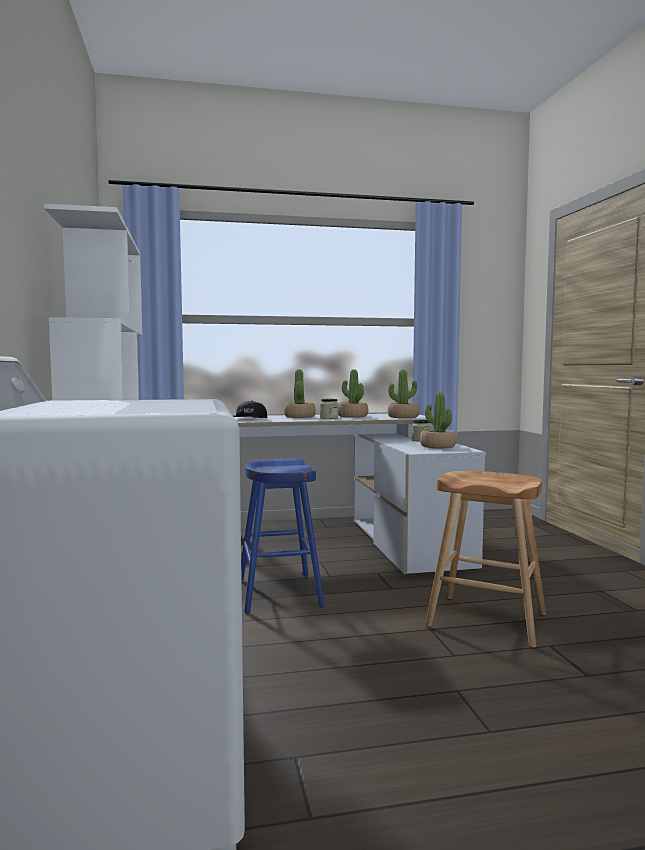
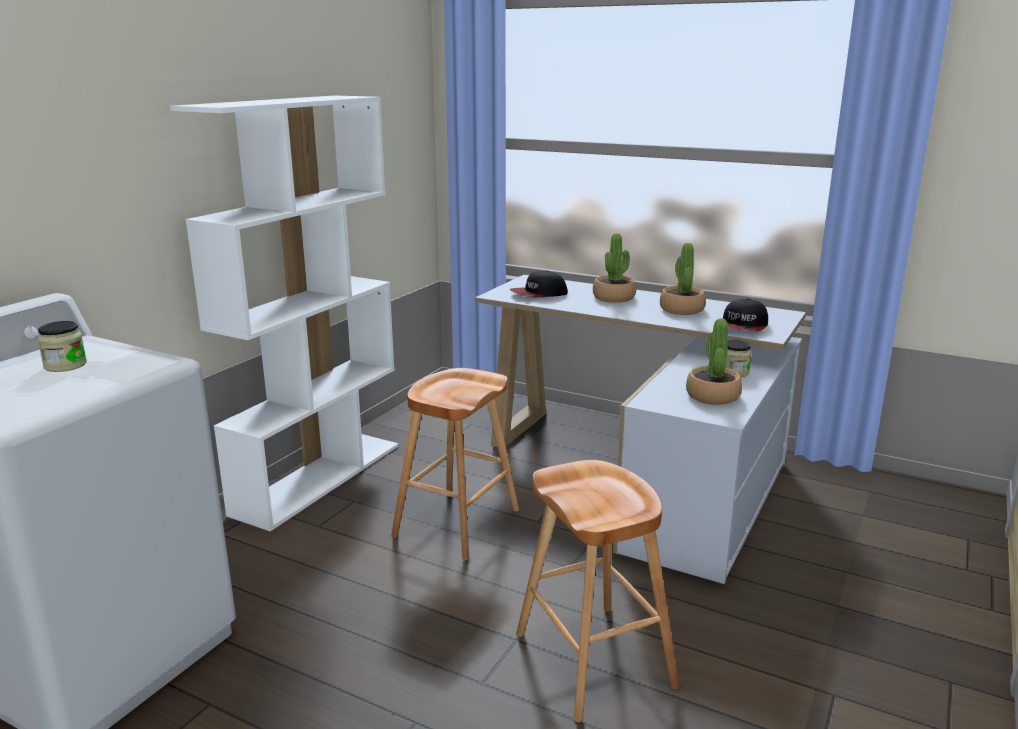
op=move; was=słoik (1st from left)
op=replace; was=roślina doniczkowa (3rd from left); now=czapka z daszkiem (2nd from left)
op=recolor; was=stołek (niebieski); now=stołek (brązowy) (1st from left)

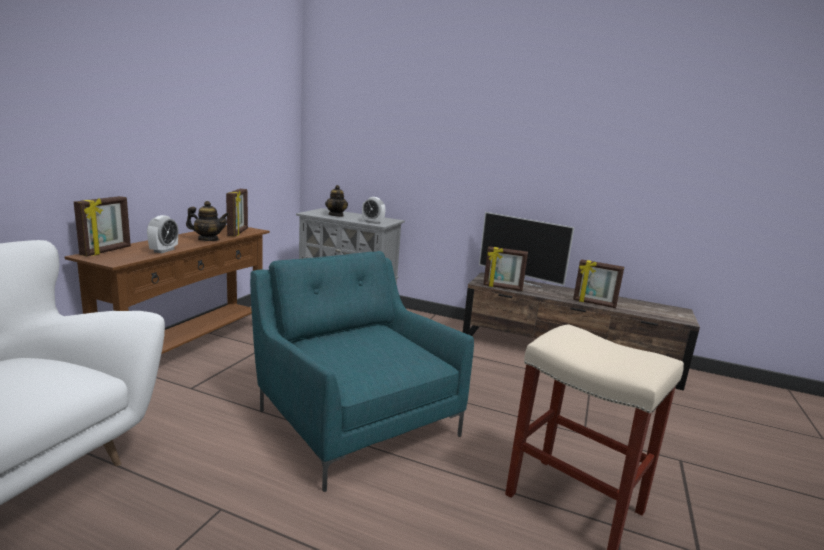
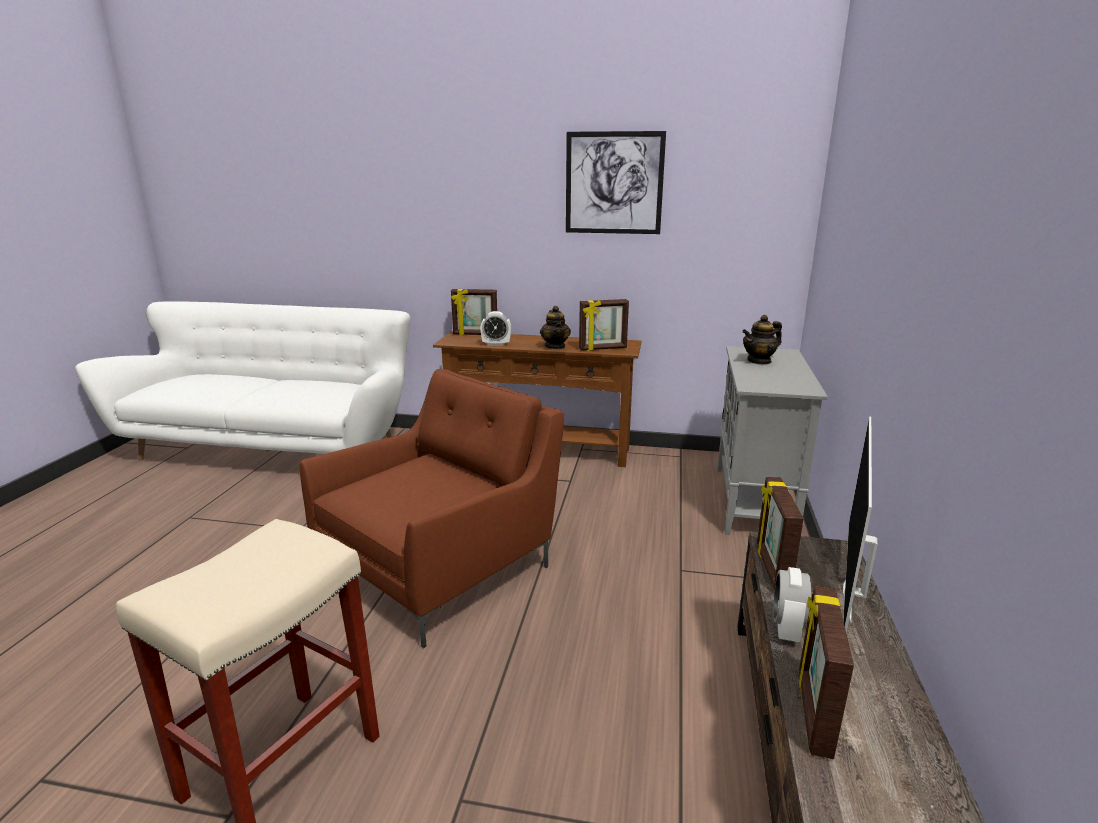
op=insert; now=obraz
op=move; was=budzik (2nd from left)
op=recolor; was=fotel (turkusowy); now=fotel (brązowy)

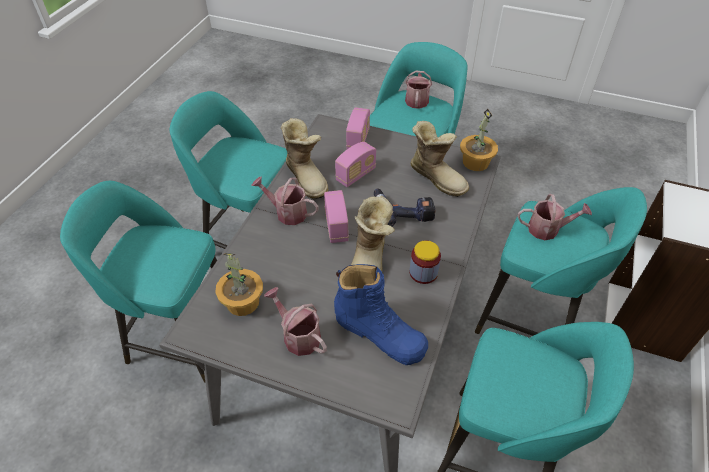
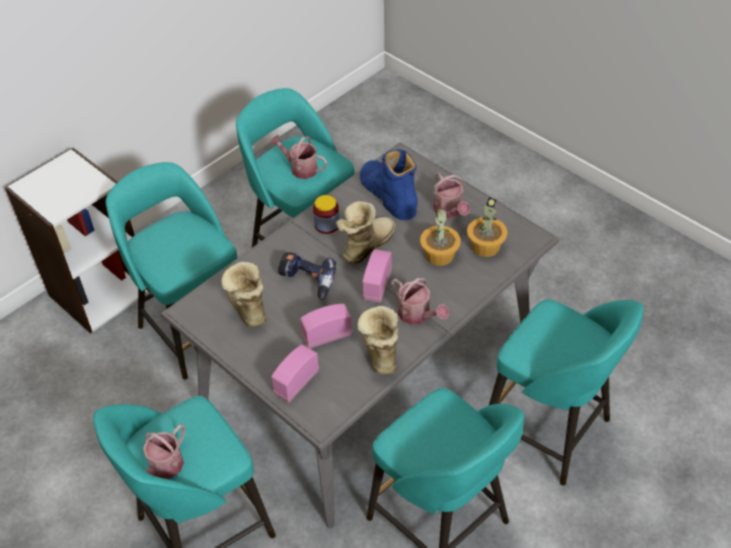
op=move; was=roślina doniczkowa (2nd from left in the first image); now=roślina doniczkowa (1st from left)
op=move; was=konewka (4th from left in the first image); now=konewka (2nd from left)

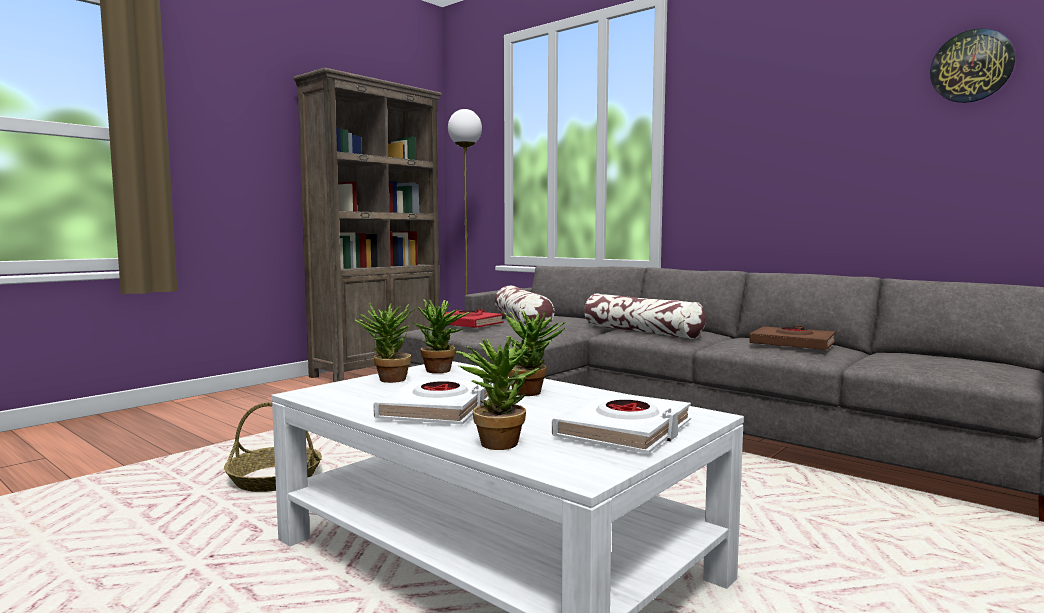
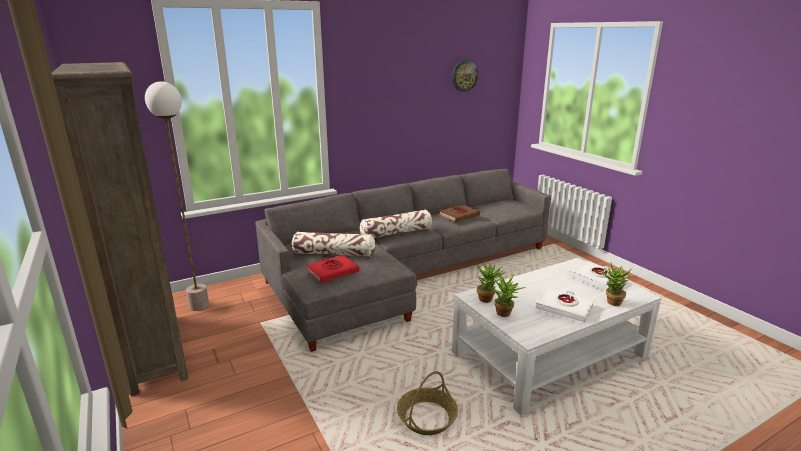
op=delete; was=roślina doniczkowa (4th from left)

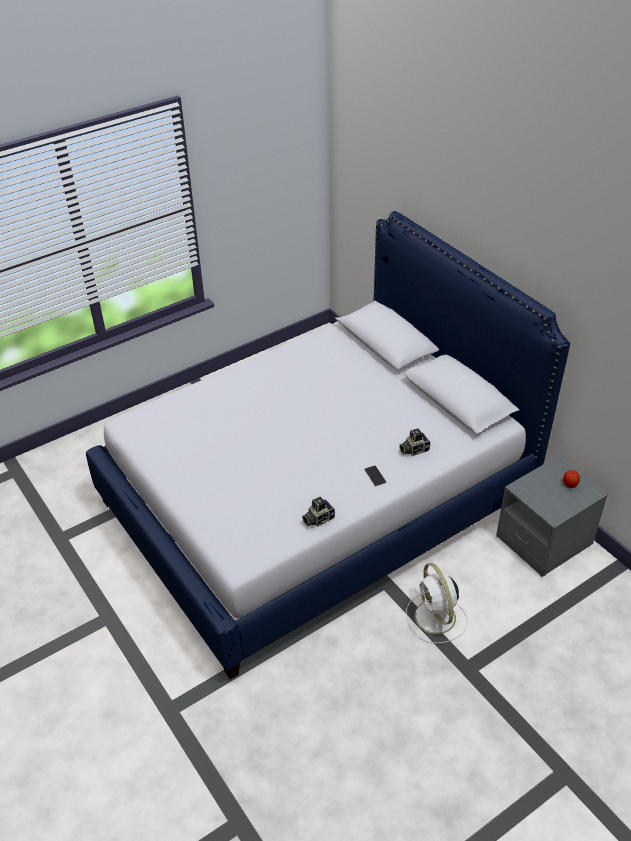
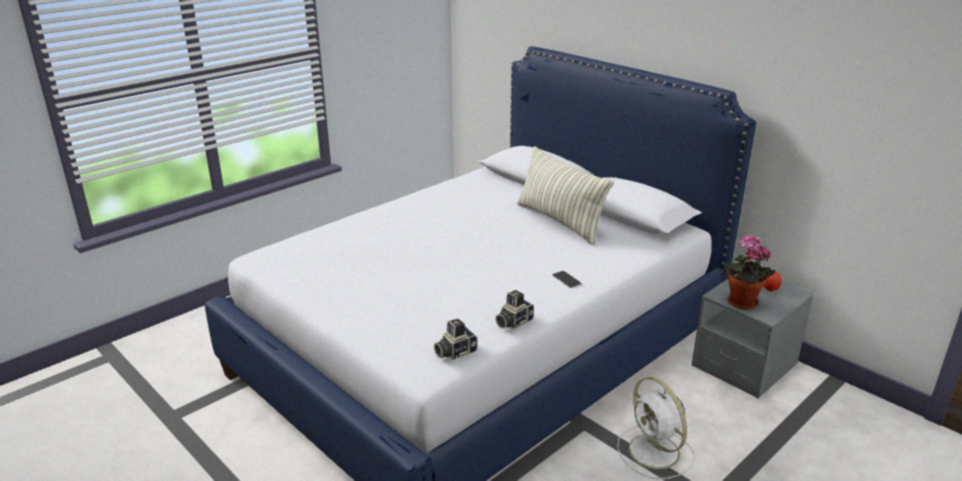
op=insert; now=poduszka
op=insert; now=roślina doniczkowa
op=move; was=aparat fotograficzny (2nd from left in the first image); now=aparat fotograficzny (1st from left)

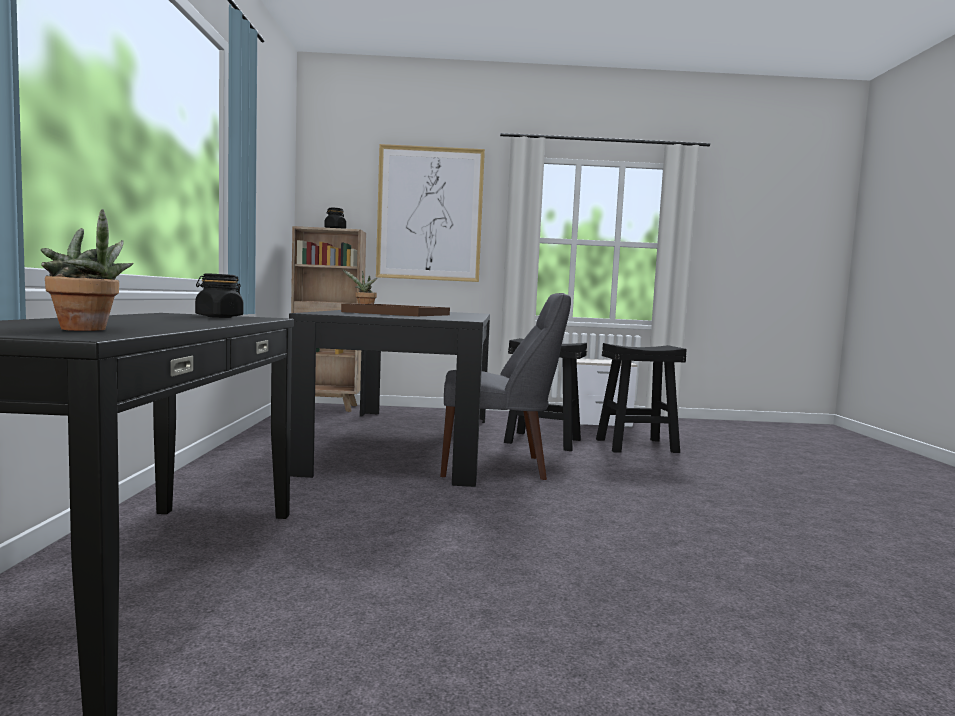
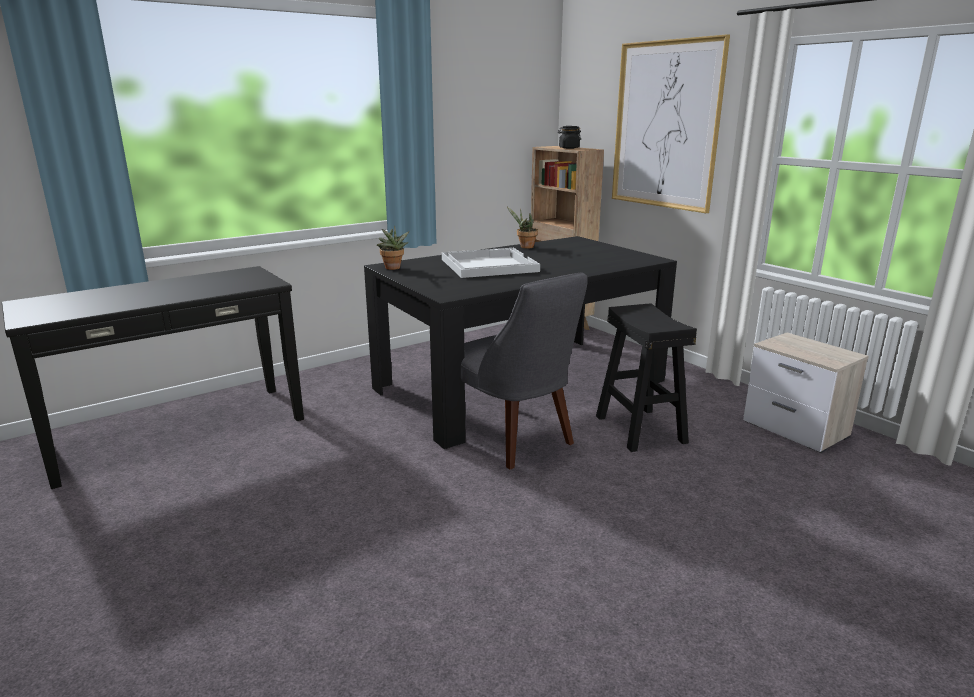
op=delete; was=słoik (czarny) (1st from left)
op=delete; was=stołek (czarny) (2nd from left)
op=move; was=roślina doniczkowa (1st from left)
op=recolor; was=taca (brązowy); now=taca (biały)

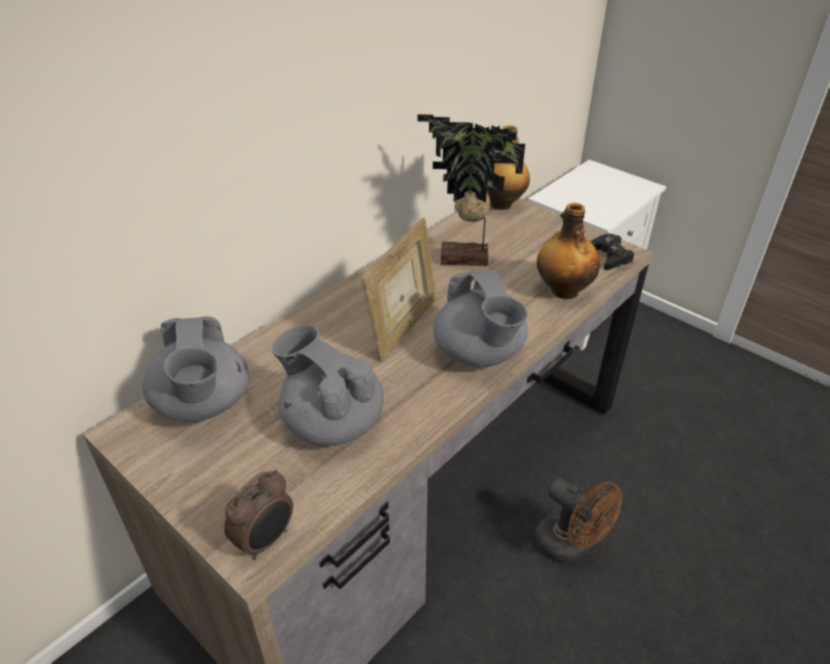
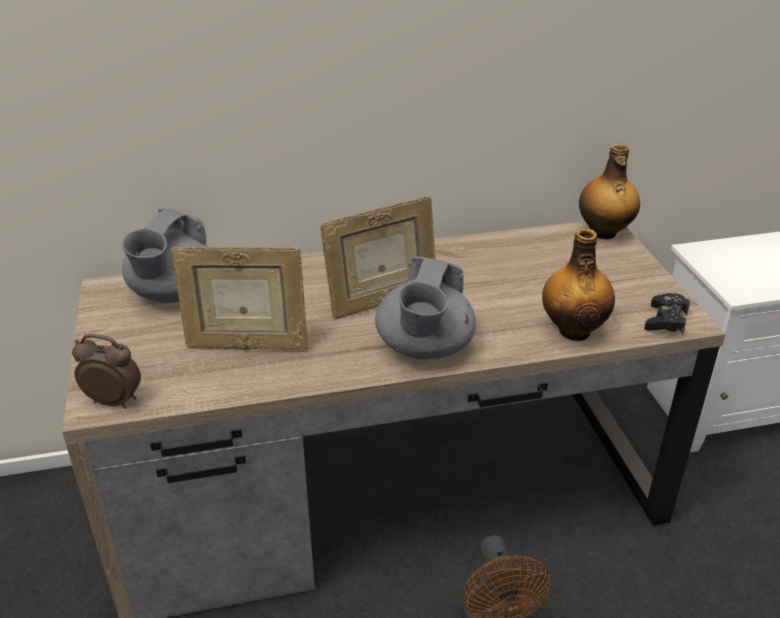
op=delete; was=roślina doniczkowa
op=replace; was=imbryk (szary) (2nd from left); now=ramka na zdjęcie (1st from left)
op=rotate; was=budzik; clockwise=-150

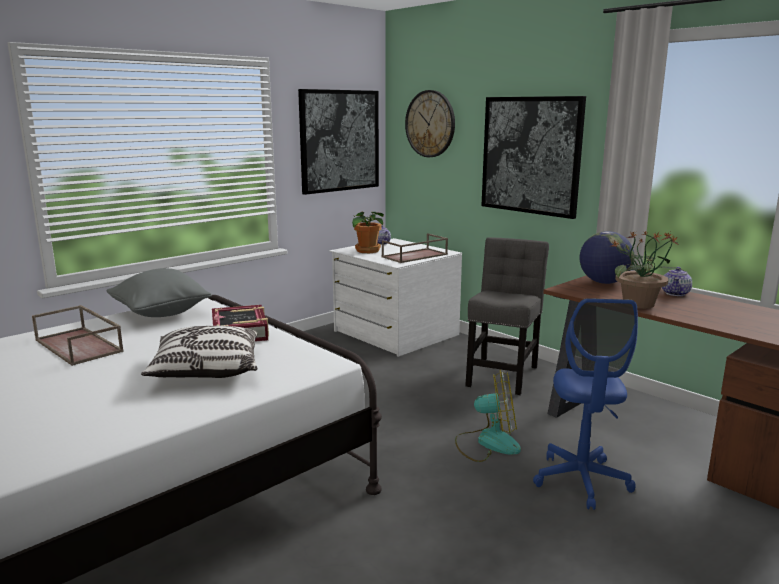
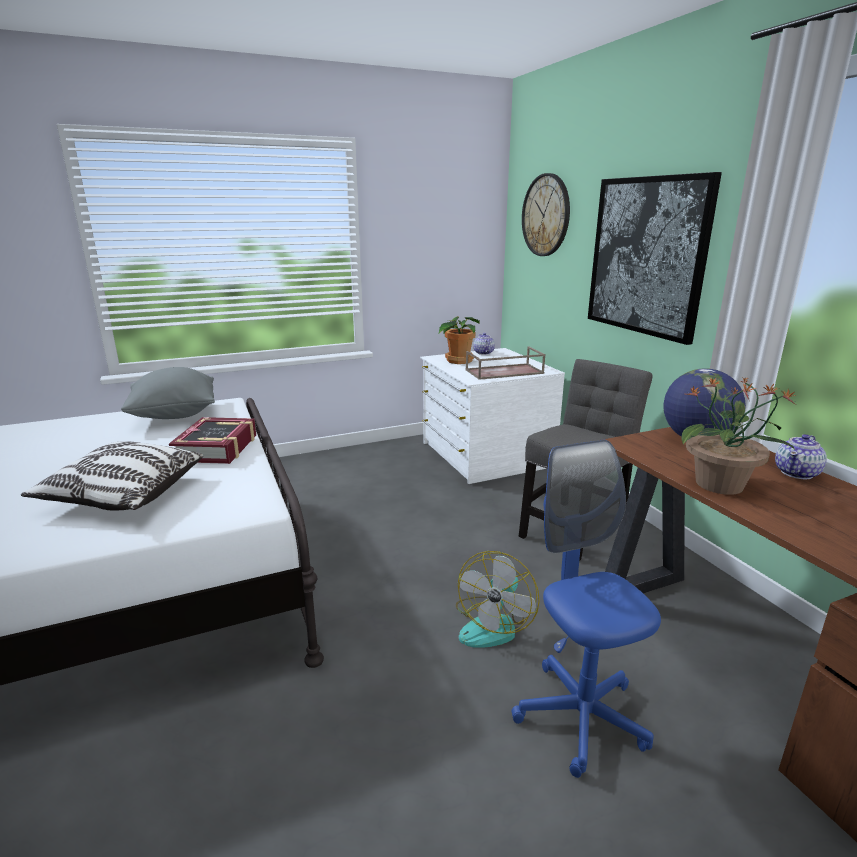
op=delete; was=taca (brązowy) (1st from left)
op=delete; was=obraz (1st from left)
op=rotate; was=wentylator; clockwise=90
op=rotate; was=krzesło biurowe (niebieski); clockwise=135

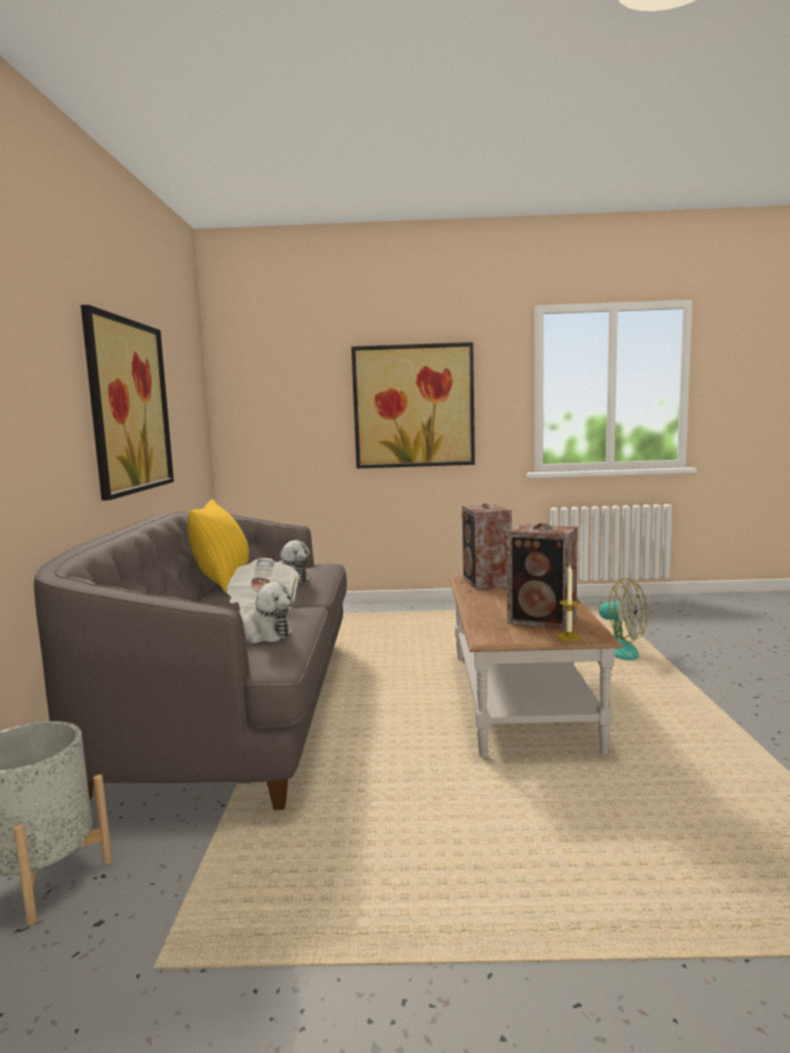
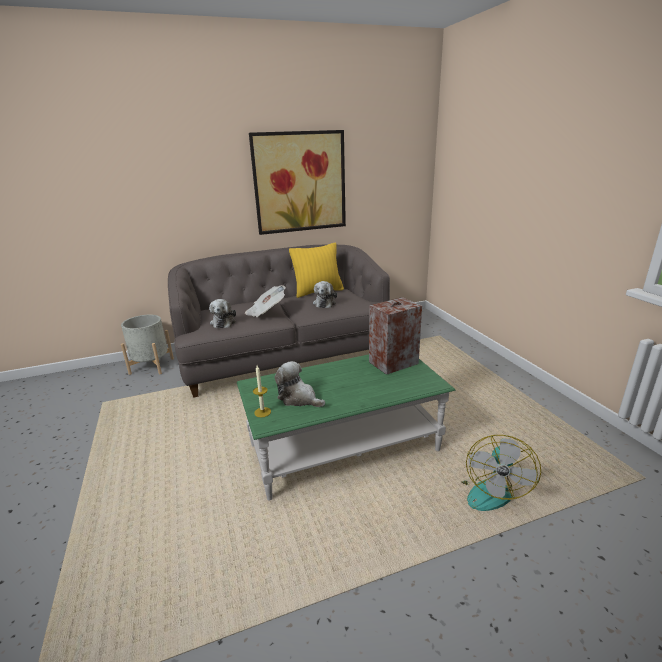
op=delete; was=obraz (2nd from left)
op=replace; was=głośnik (2nd from left); now=pluszak (2nd from left)
op=recolor; was=ława (brązowy); now=ława (zielony)

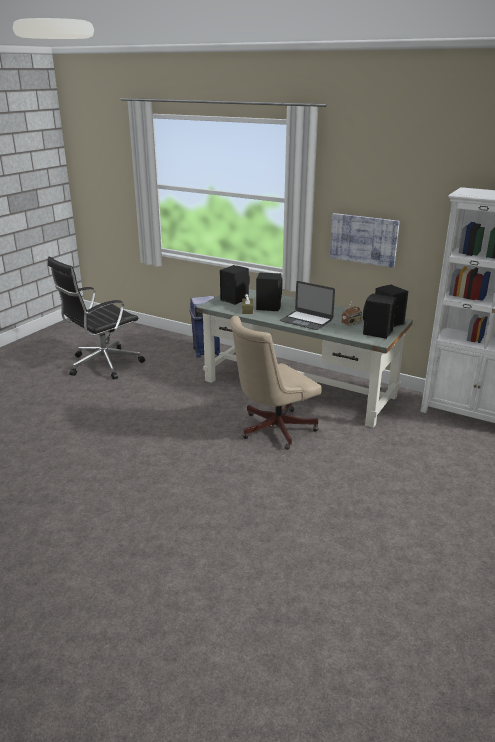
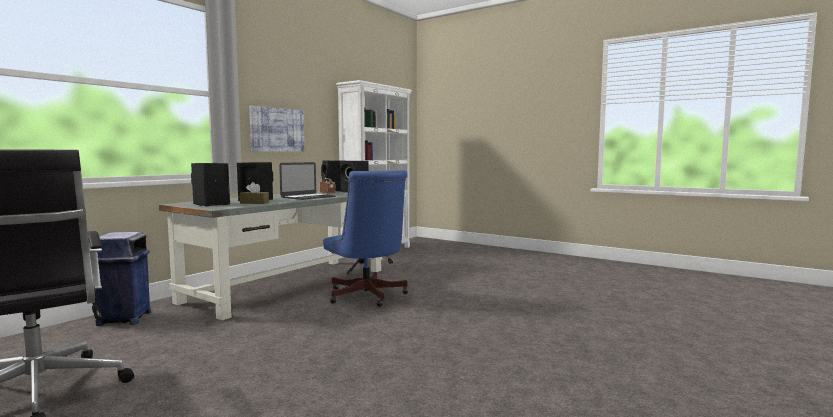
op=recolor; was=krzesło biurowe (beżowy); now=krzesło biurowe (niebieski)

